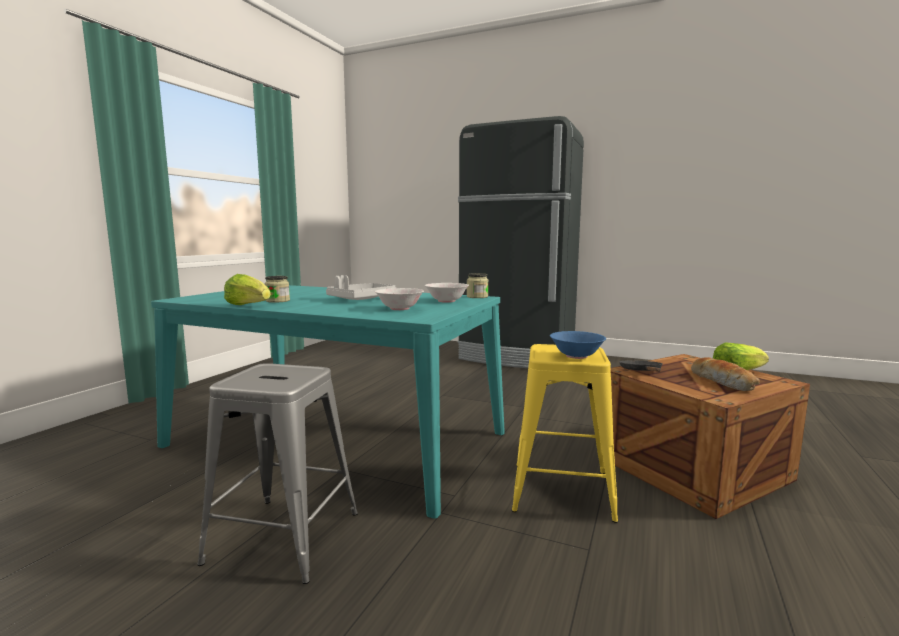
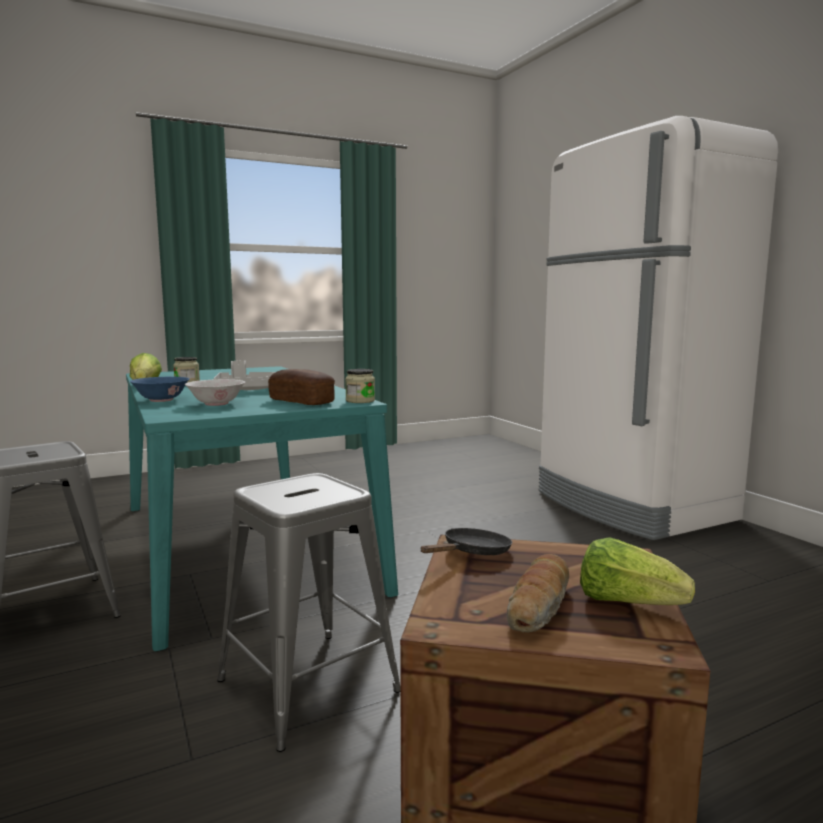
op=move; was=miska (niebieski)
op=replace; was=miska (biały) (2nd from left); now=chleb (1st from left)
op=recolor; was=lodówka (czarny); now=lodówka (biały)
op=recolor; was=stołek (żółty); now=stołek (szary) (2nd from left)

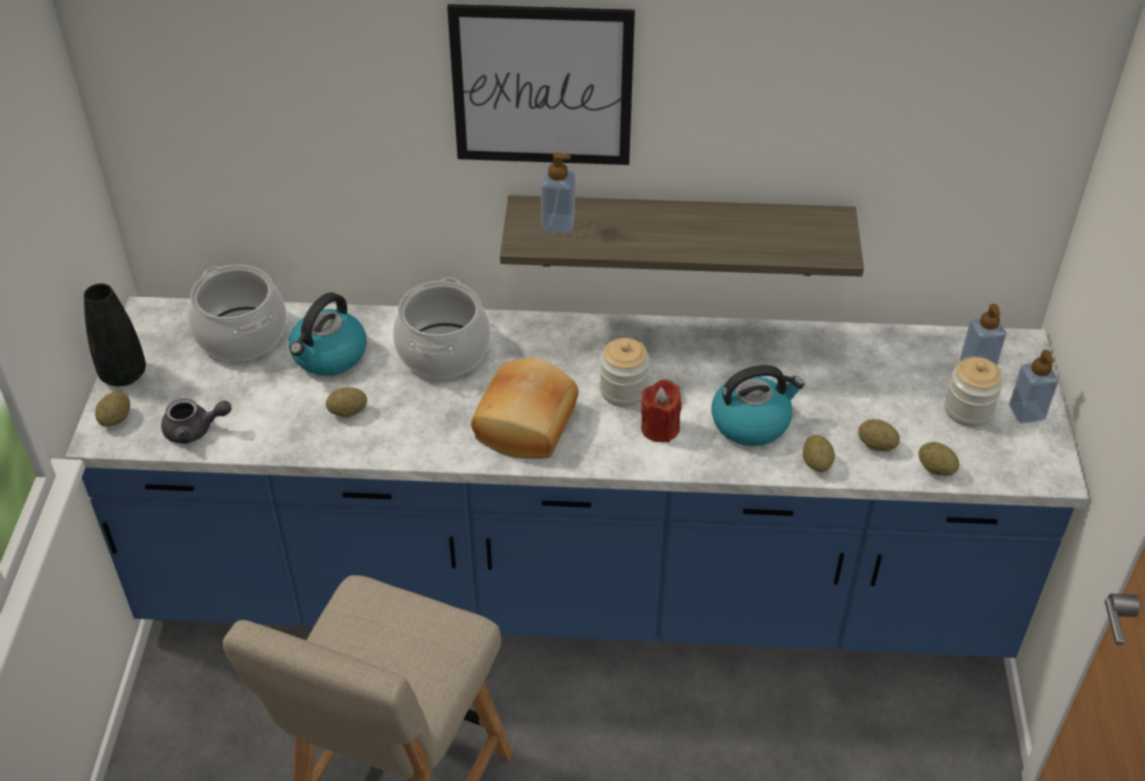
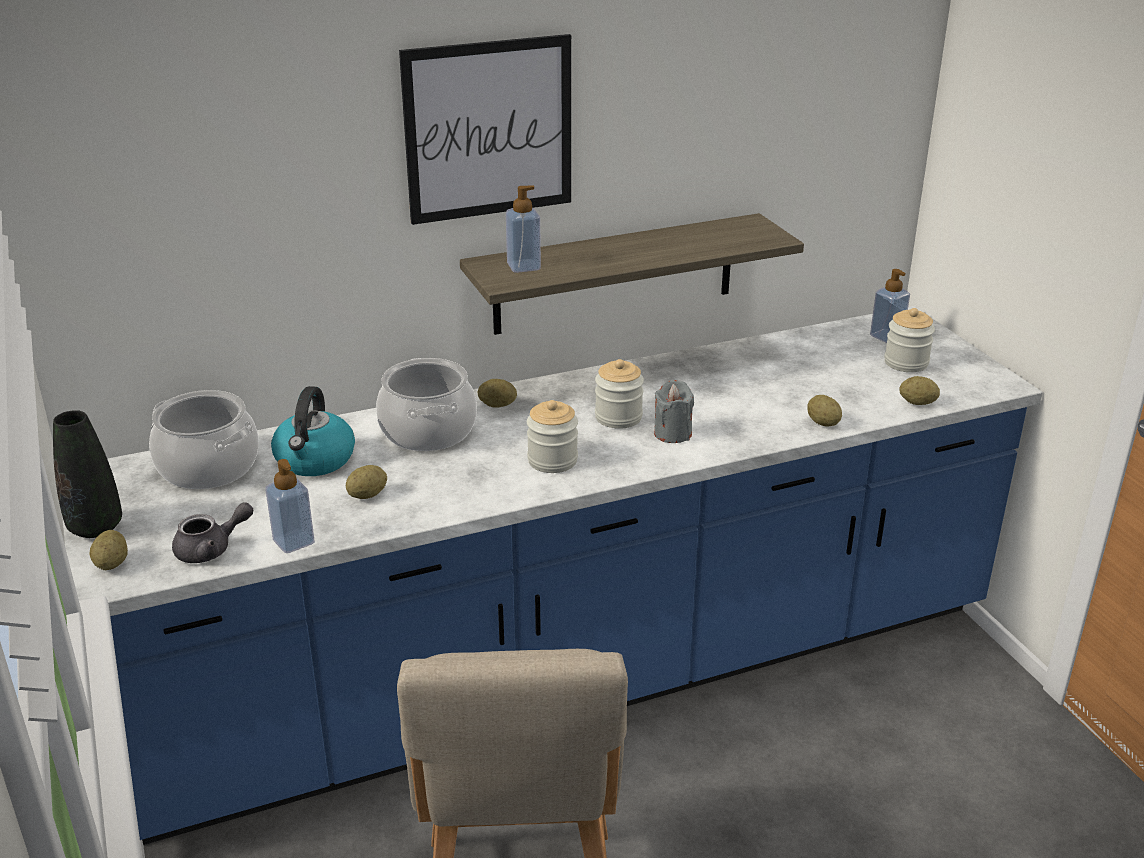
op=delete; was=czajnik (2nd from left)
op=move; was=ziemniak (4th from left in the first image); now=ziemniak (3rd from left)
op=move; was=dozownik mydła (3rd from left in the first image); now=dozownik mydła (1st from left)
op=replace; was=chleb; now=słoik (1st from left)
op=recolor; was=świeca (czerwony); now=świeca (szary)

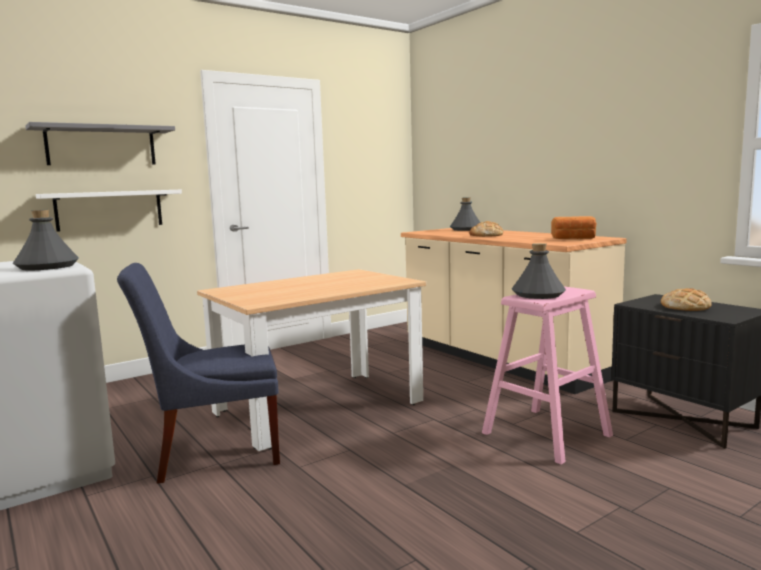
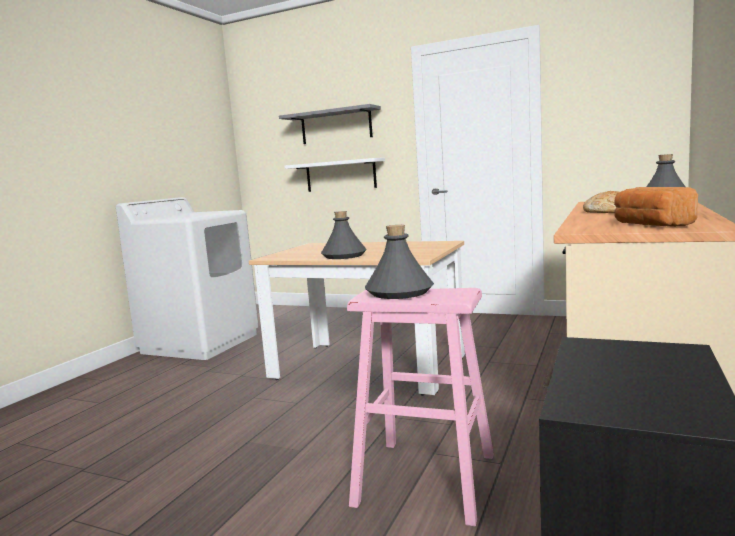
op=delete; was=krzesło (niebieski)
op=delete; was=chleb (3rd from left)
op=move; was=butelka (szary) (1st from left)

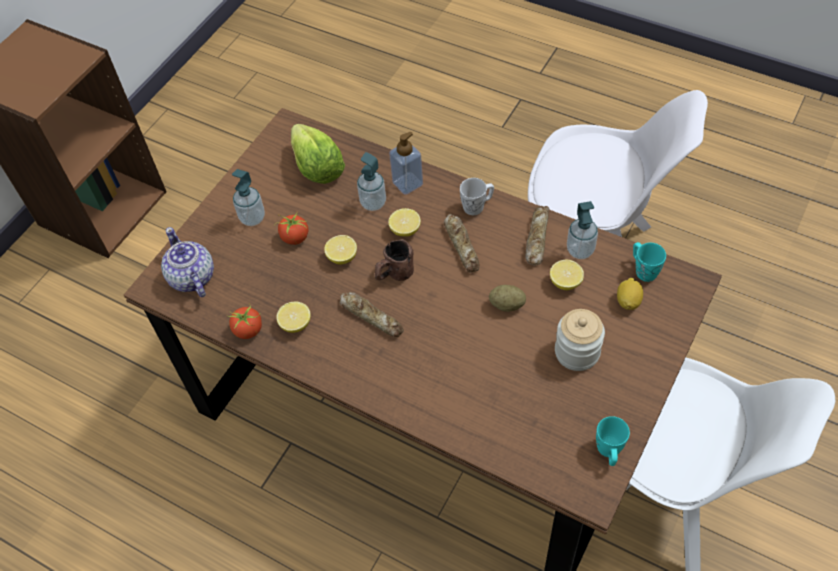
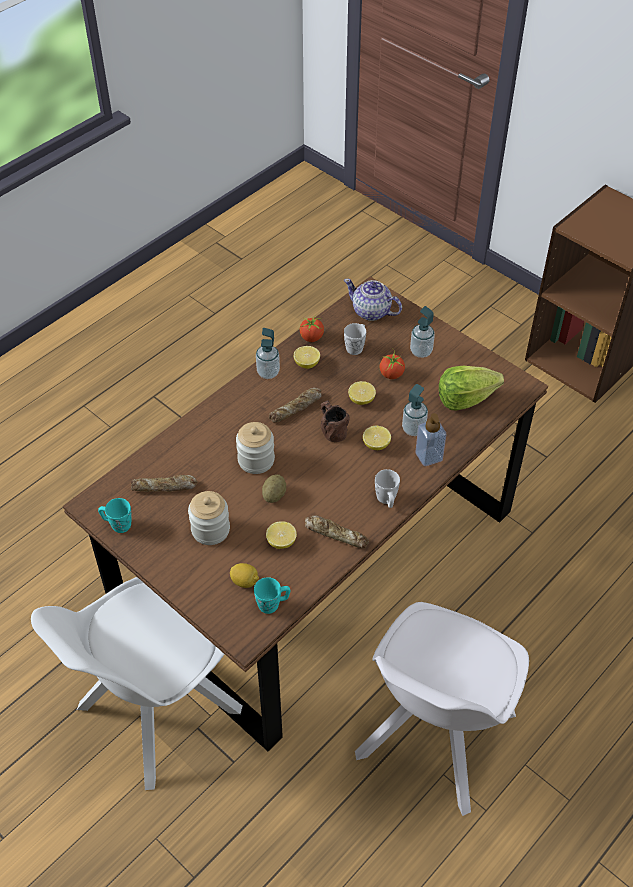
op=insert; now=słoik (2nd from left)
op=insert; now=kubek (biały) (1st from left)
op=move; was=chleb (2nd from left in the first image); now=chleb (1st from left)
op=move; was=dozownik mydła (4th from left in the first image); now=dozownik mydła (1st from left)
op=rotate; was=imbryk; clockwise=-135

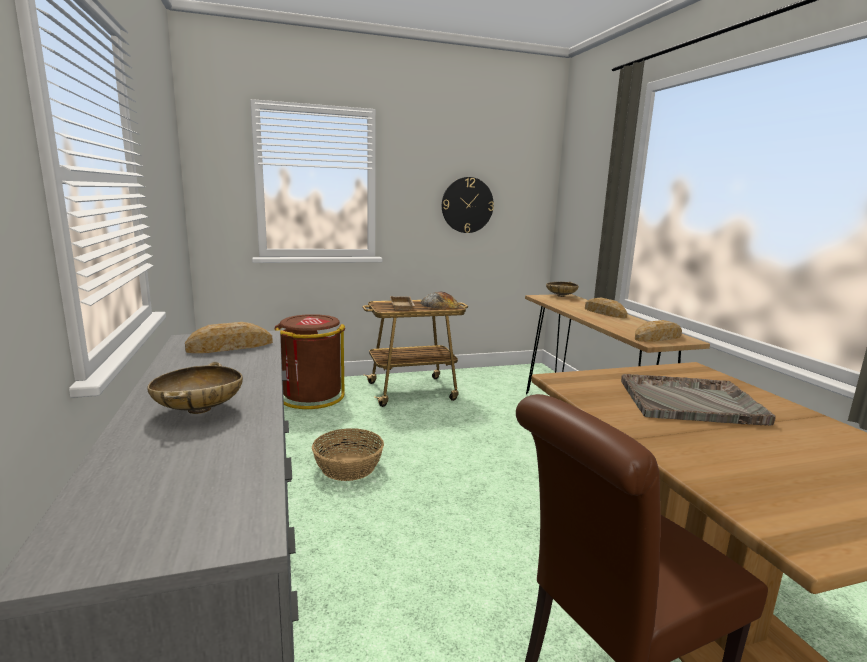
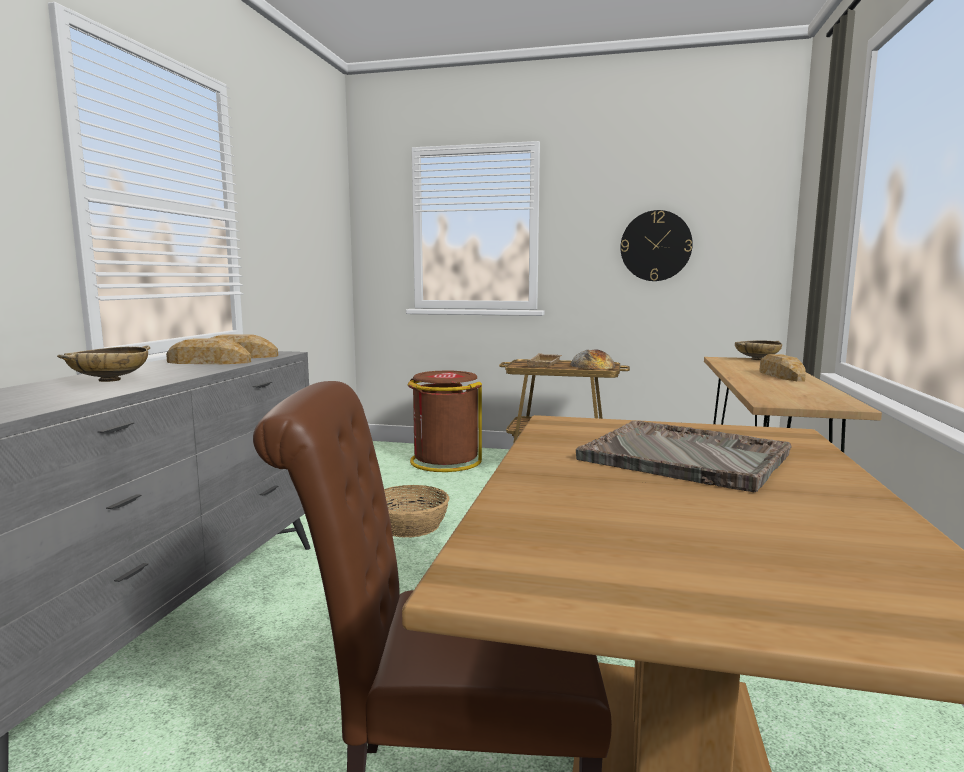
op=move; was=chleb (4th from left in the first image); now=chleb (1st from left)

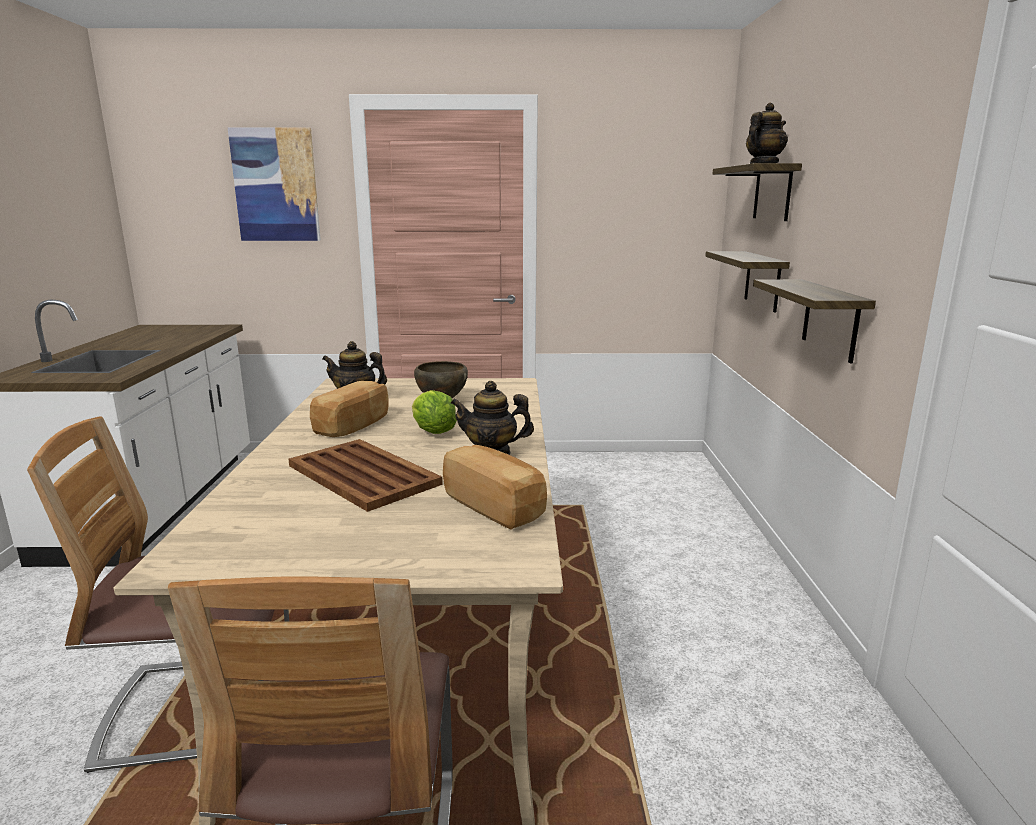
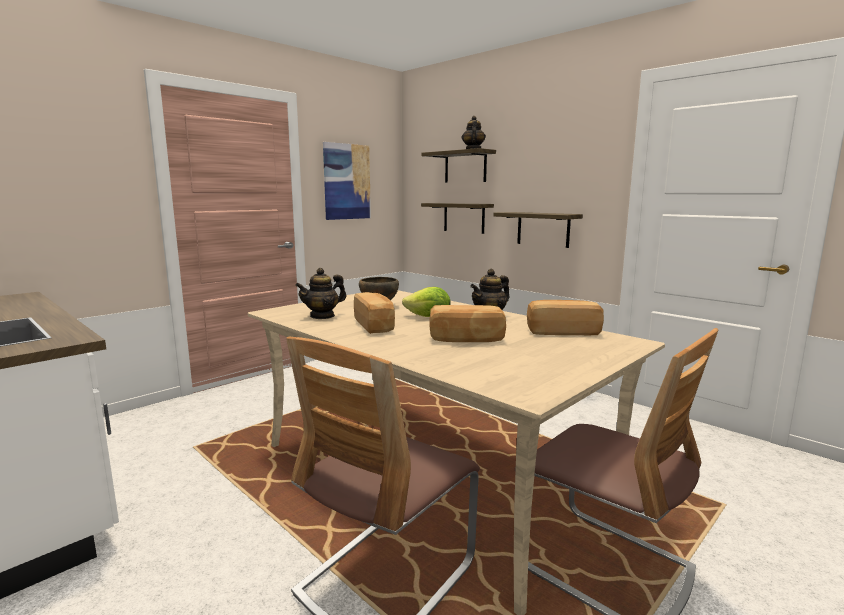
op=move; was=obraz
op=replace; was=taca (brązowy); now=chleb (2nd from left)

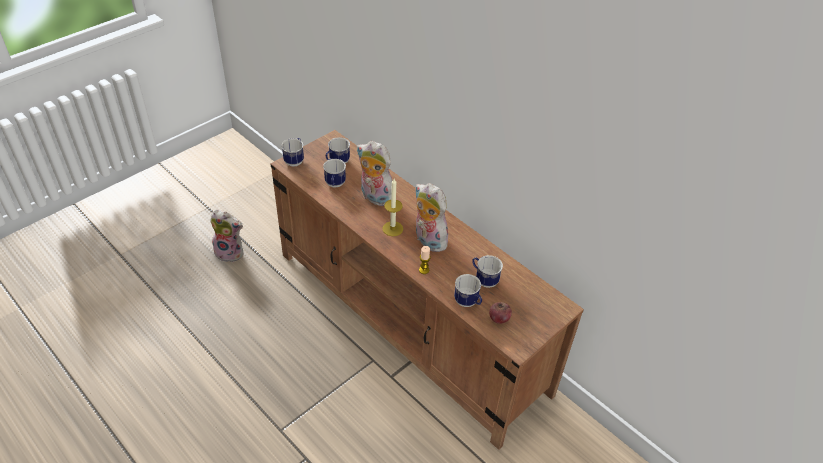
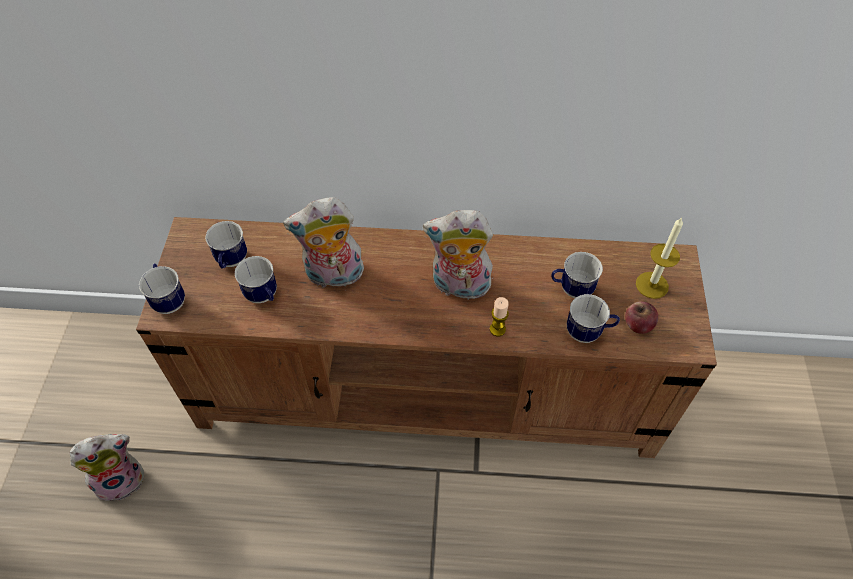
op=move; was=świeca (1st from left in the first image); now=świeca (2nd from left)

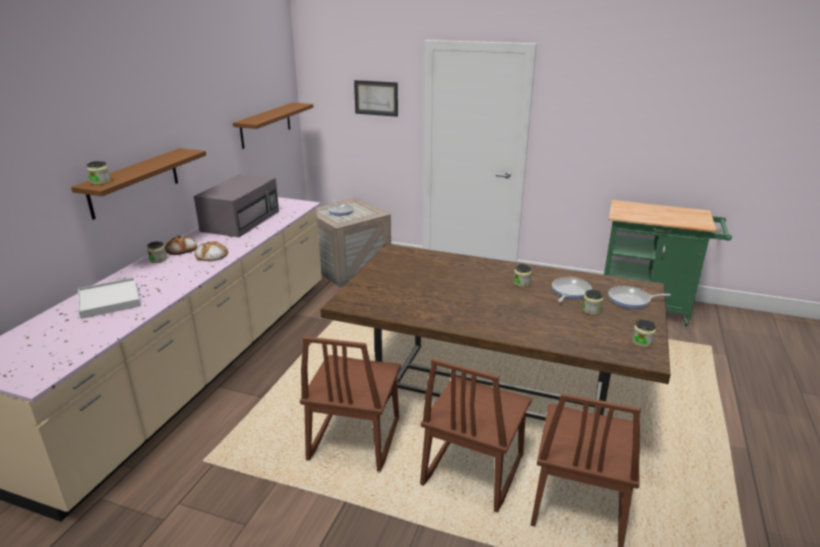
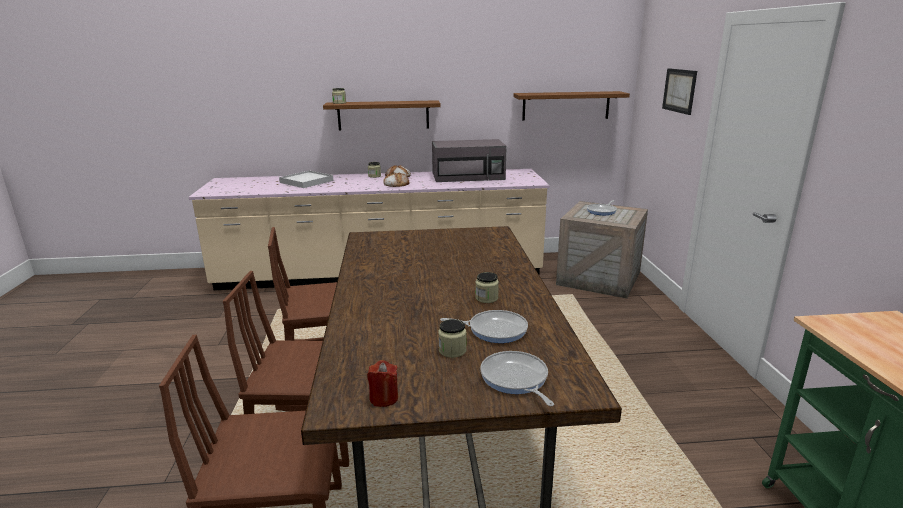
op=replace; was=słoik (5th from left); now=świeca (czerwony)

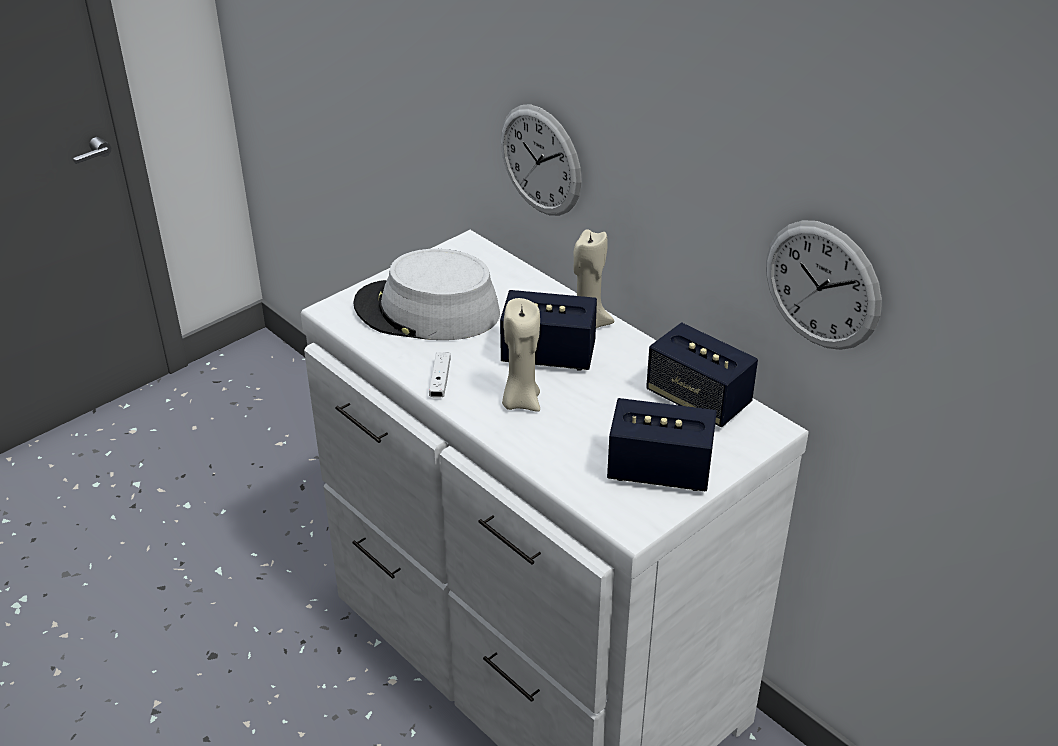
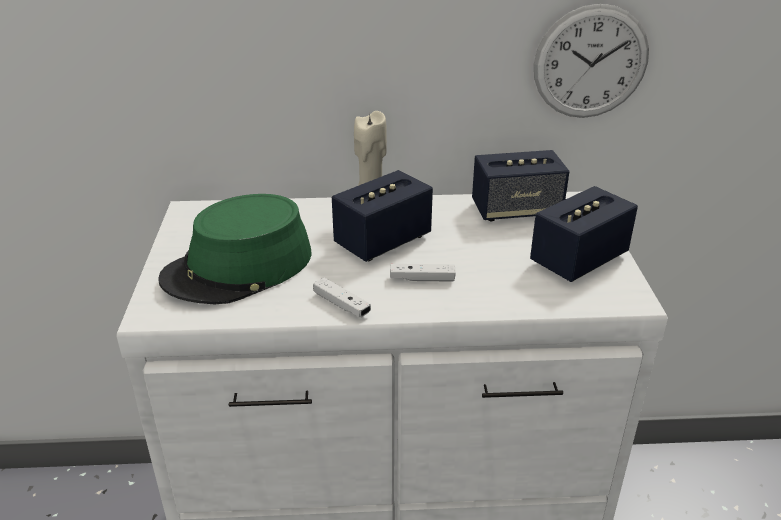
op=delete; was=zegar ścienny (1st from left)
op=replace; was=świeca (beżowy) (1st from left); now=pad do gier (biały) (2nd from left)
op=recolor; was=kapelusz (szary); now=kapelusz (zielony)

